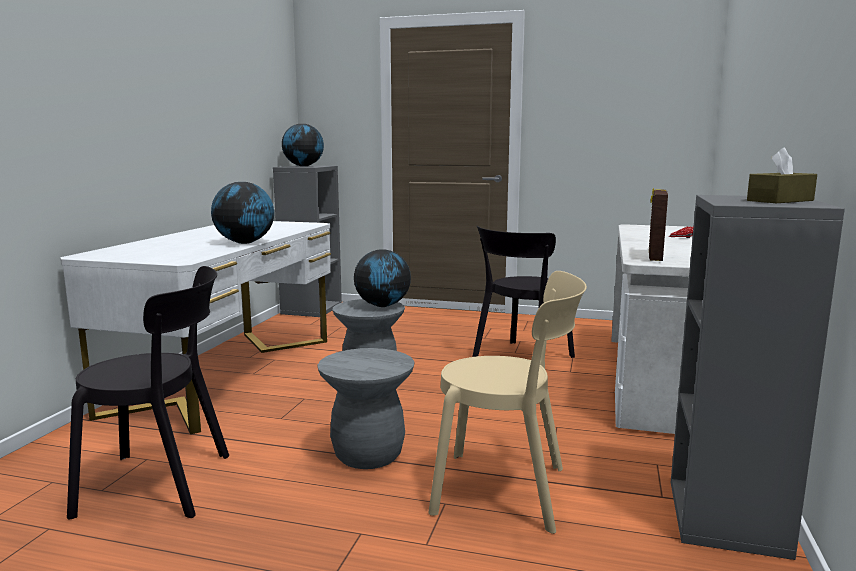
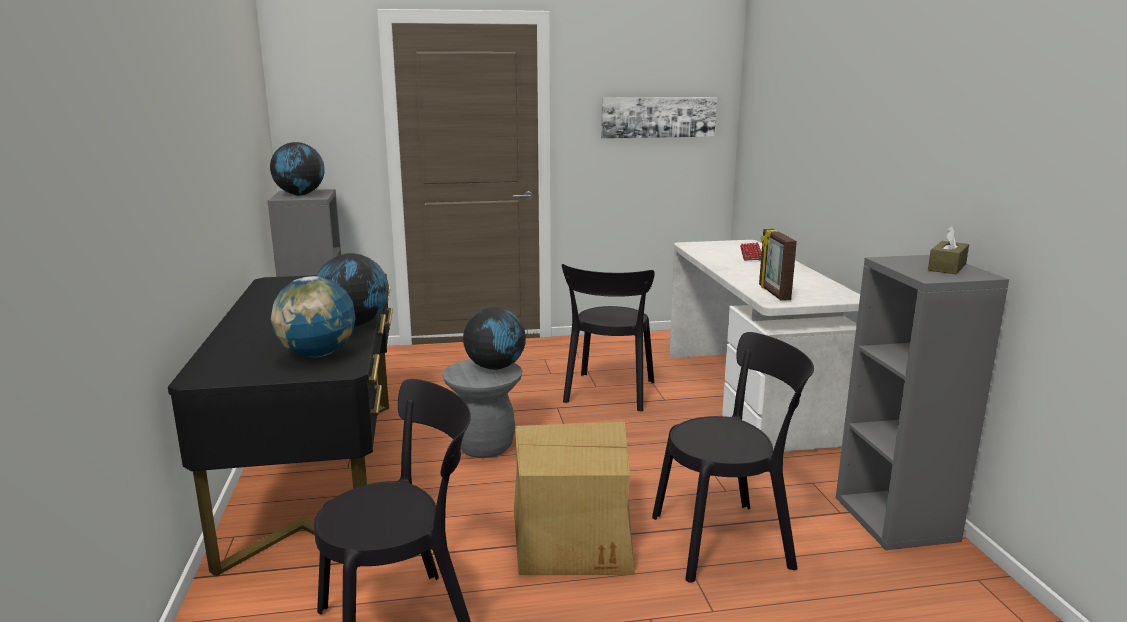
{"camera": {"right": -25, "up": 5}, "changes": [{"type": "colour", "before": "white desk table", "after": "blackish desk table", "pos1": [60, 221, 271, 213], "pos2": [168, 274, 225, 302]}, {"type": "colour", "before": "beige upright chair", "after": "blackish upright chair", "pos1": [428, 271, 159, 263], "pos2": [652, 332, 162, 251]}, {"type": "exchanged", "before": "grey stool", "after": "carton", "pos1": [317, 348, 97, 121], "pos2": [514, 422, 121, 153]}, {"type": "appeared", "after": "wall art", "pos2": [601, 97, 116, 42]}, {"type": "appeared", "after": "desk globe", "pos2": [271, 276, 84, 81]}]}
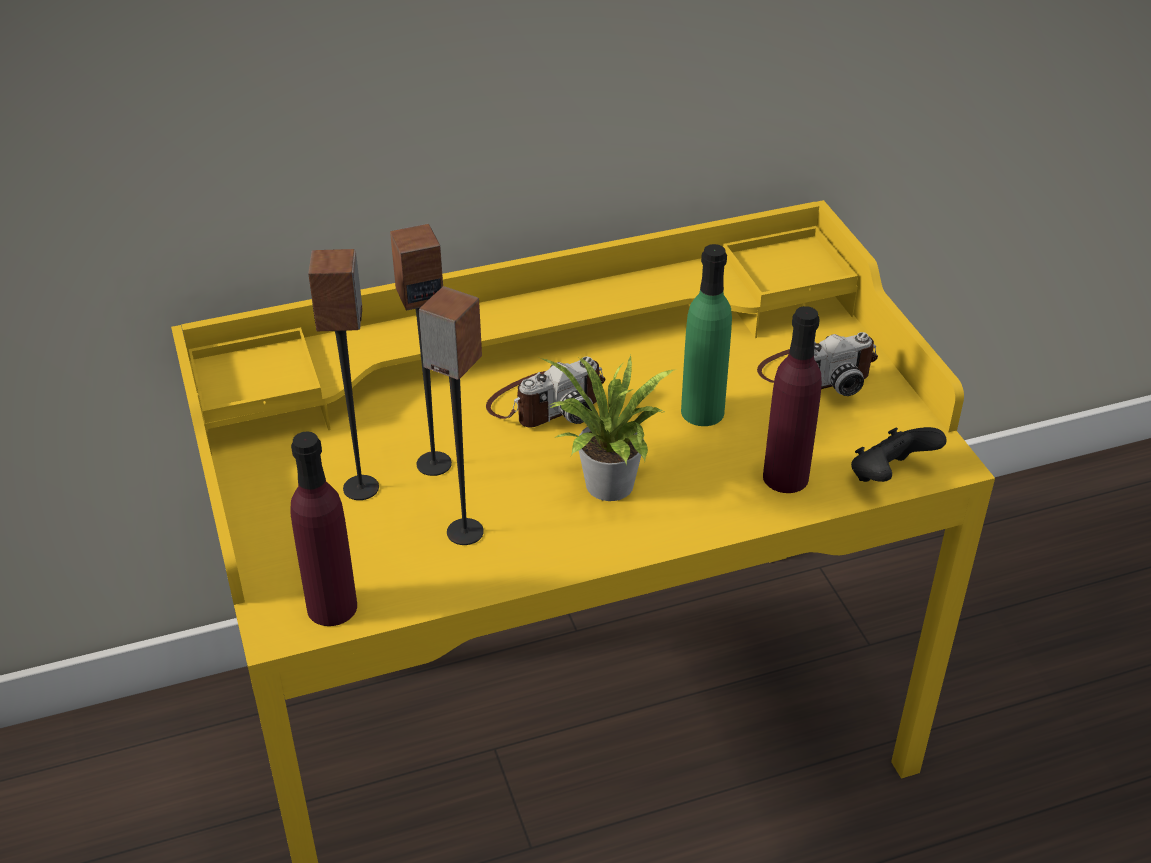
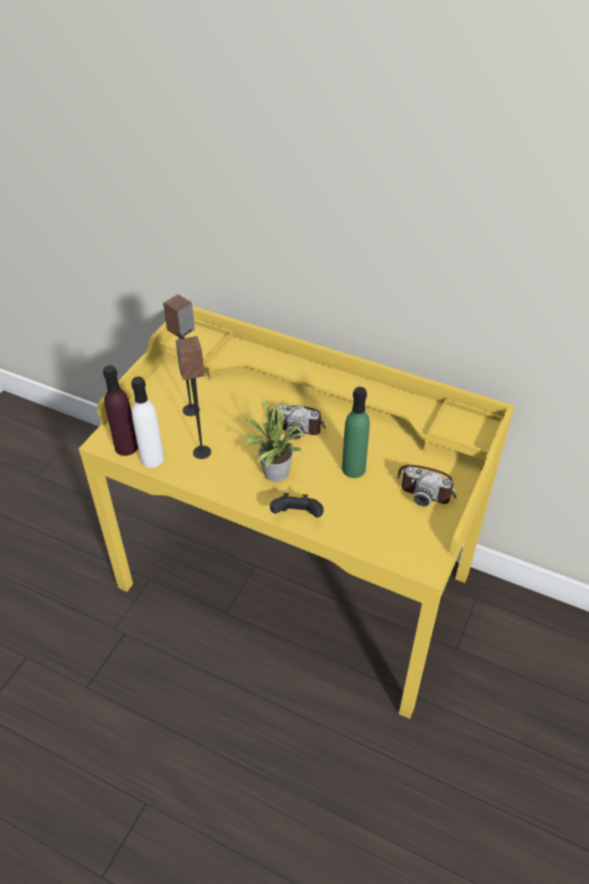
{"camera": {"right": 45, "up": 5}, "changes": [{"type": "missing", "before": "speaker", "pos1": [390, 223, 62, 253]}, {"type": "missing", "before": "purple drink bottle", "pos1": [763, 306, 59, 187]}, {"type": "relocated", "before": "blackish gamepad", "pos1": [851, 427, 96, 55], "pos2": [270, 493, 54, 25]}, {"type": "appeared", "after": "white drink bottle", "pos2": [131, 377, 33, 91]}]}
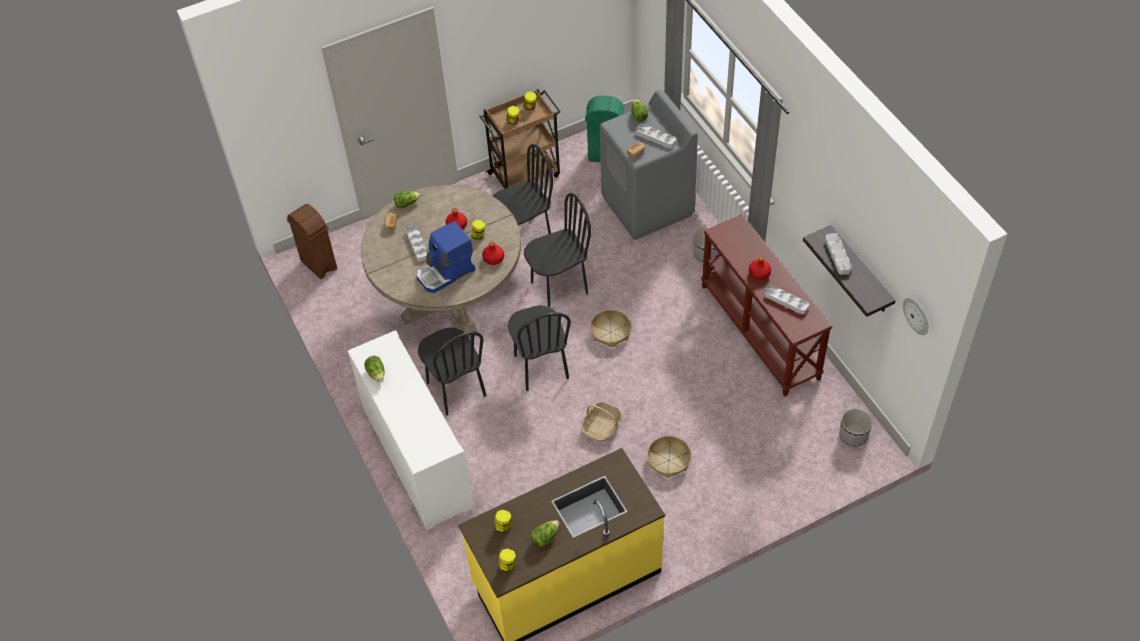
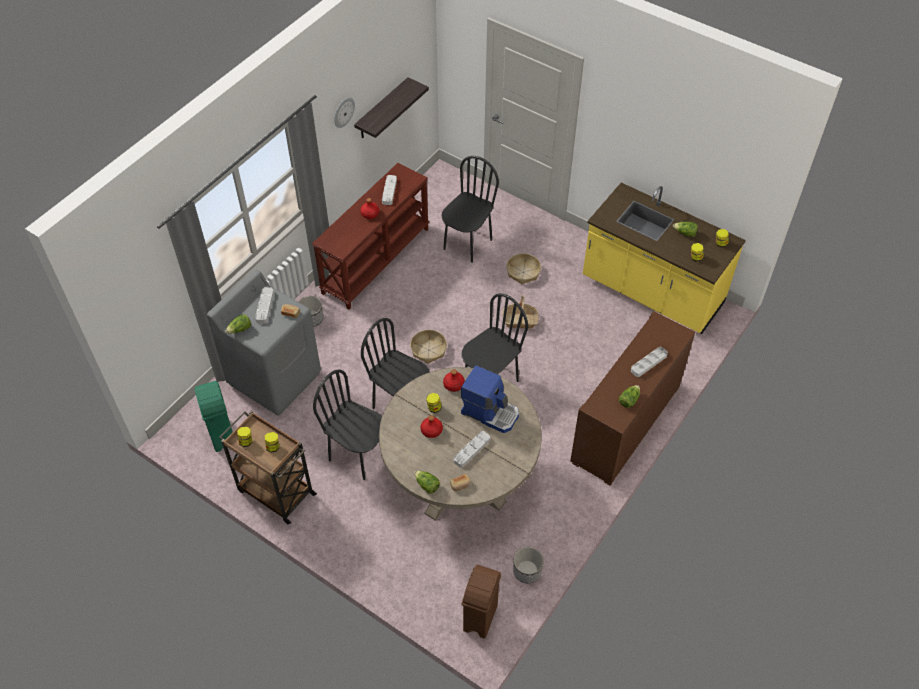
{"camera": {"right": -120, "up": 0}, "changes": [{"type": "relocated", "before": "grey serving tray", "pos1": [825, 233, 27, 42], "pos2": [631, 347, 37, 30]}, {"type": "relocated", "before": "wall clock", "pos1": [903, 298, 26, 37], "pos2": [334, 98, 21, 30]}, {"type": "relocated", "before": "blackish upright chair", "pos1": [418, 328, 68, 88], "pos2": [441, 156, 58, 107]}, {"type": "colour", "before": "white cupboard", "after": "brown cupboard", "pos1": [348, 330, 126, 200], "pos2": [570, 311, 125, 175]}, {"type": "relocated", "before": "flower pot", "pos1": [839, 408, 34, 38], "pos2": [513, 547, 31, 36]}]}
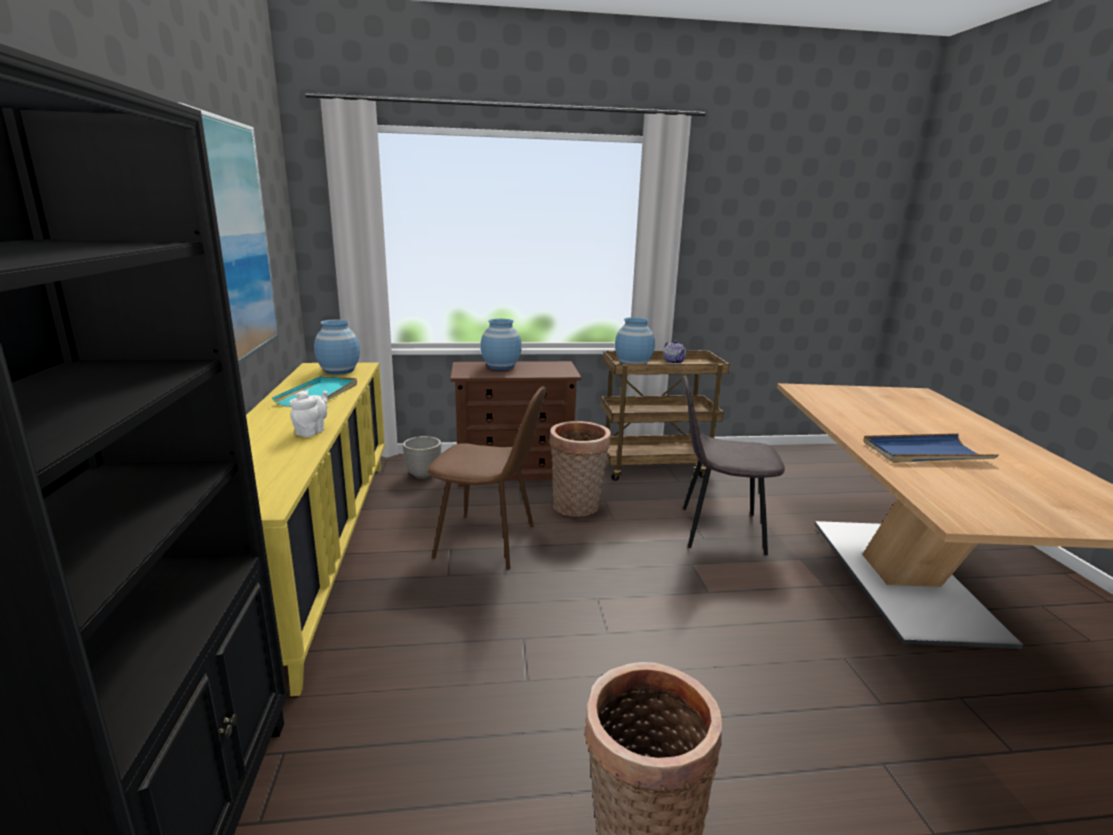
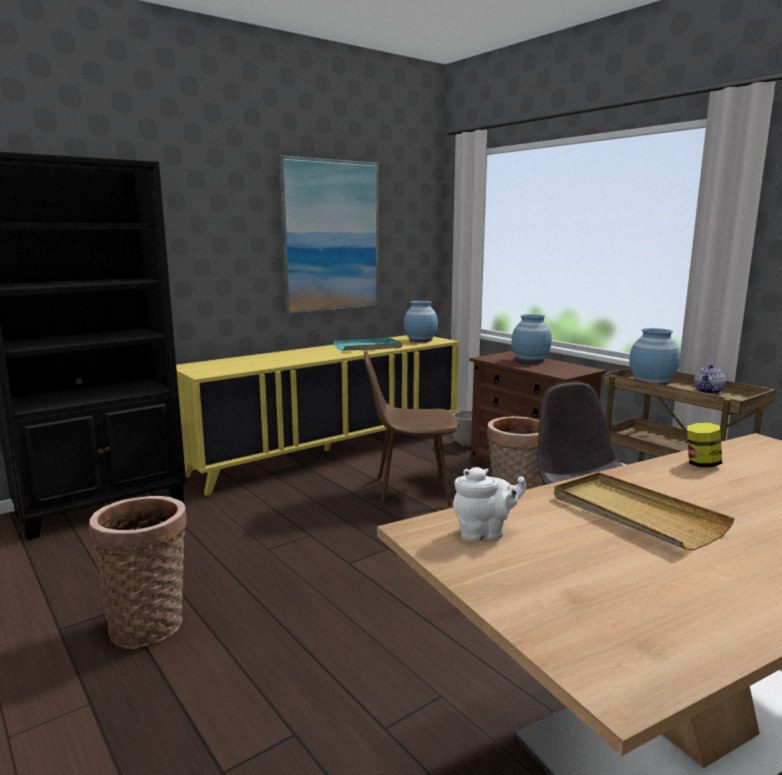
{"camera": {"right": 60, "up": -5}, "changes": [{"type": "spun", "before": "brown upright chair", "pos1": [428, 386, 118, 184], "pos2": [364, 350, 95, 158], "turn": 105}, {"type": "relocated", "before": "white pot for tea", "pos1": [289, 390, 39, 47], "pos2": [453, 467, 73, 75]}, {"type": "colour", "before": "blue serving tray", "after": "beige serving tray", "pos1": [863, 433, 135, 30], "pos2": [554, 472, 181, 79]}, {"type": "appeared", "after": "storage jar", "pos2": [687, 423, 35, 44]}]}
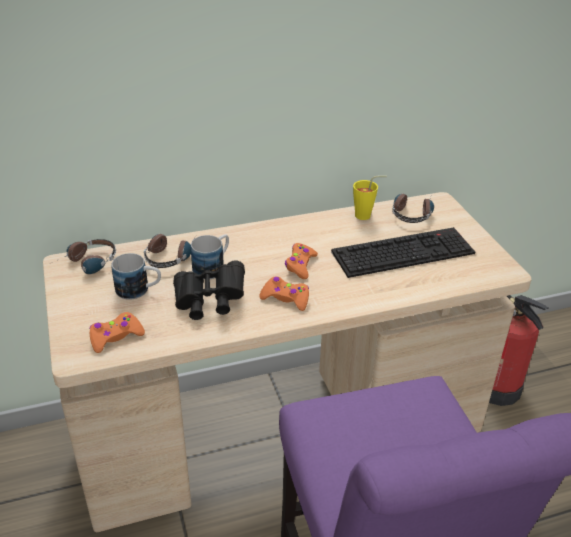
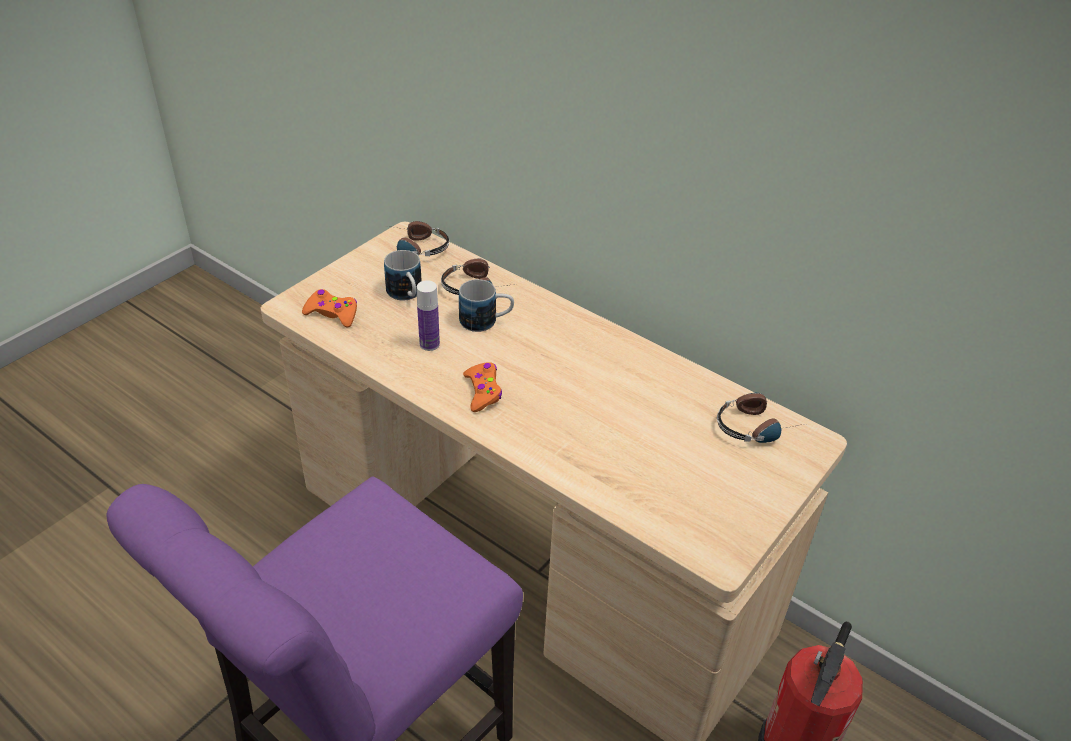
{"camera": {"right": 55, "up": 5}, "changes": [{"type": "missing", "before": "yellow cup", "pos1": [353, 175, 34, 45]}, {"type": "missing", "before": "keyboard", "pos1": [331, 227, 144, 51]}, {"type": "missing", "before": "orangey gamepad", "pos1": [285, 243, 33, 36]}, {"type": "exchanged", "before": "blackish binoculars", "after": "drink bottle", "pos1": [173, 260, 72, 60], "pos2": [417, 280, 23, 71]}]}
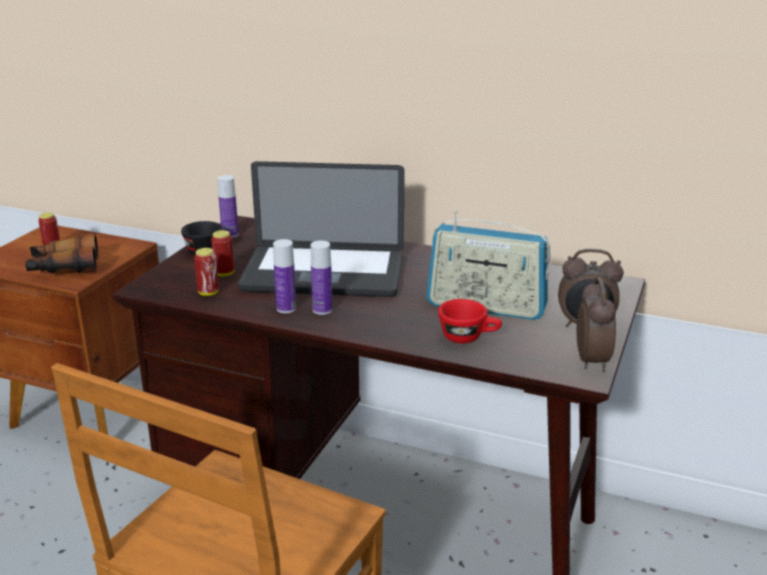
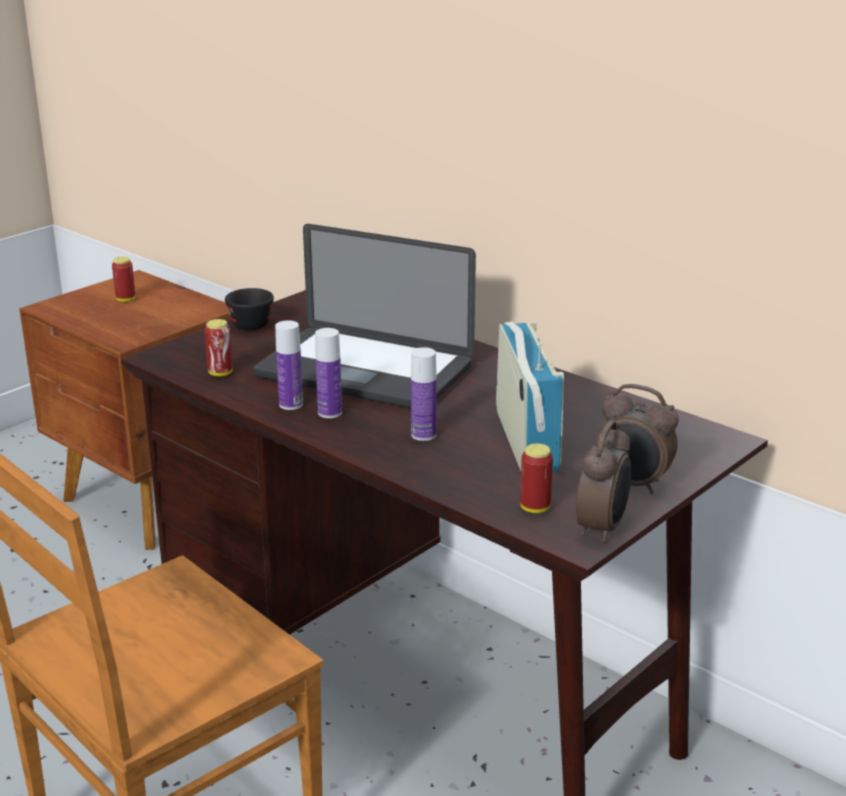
{"camera": {"right": 20, "up": 0}, "changes": [{"type": "relocated", "before": "drink bottle", "pos1": [217, 175, 22, 63], "pos2": [411, 347, 26, 94]}, {"type": "spun", "before": "radio set", "pos1": [426, 211, 125, 109], "pos2": [496, 321, 68, 152], "turn": -135}, {"type": "relocated", "before": "sealed can", "pos1": [211, 230, 23, 47], "pos2": [520, 443, 33, 70]}, {"type": "missing", "before": "binoculars", "pos1": [25, 234, 73, 39]}, {"type": "missing", "before": "reddish cup", "pos1": [438, 299, 64, 44]}]}
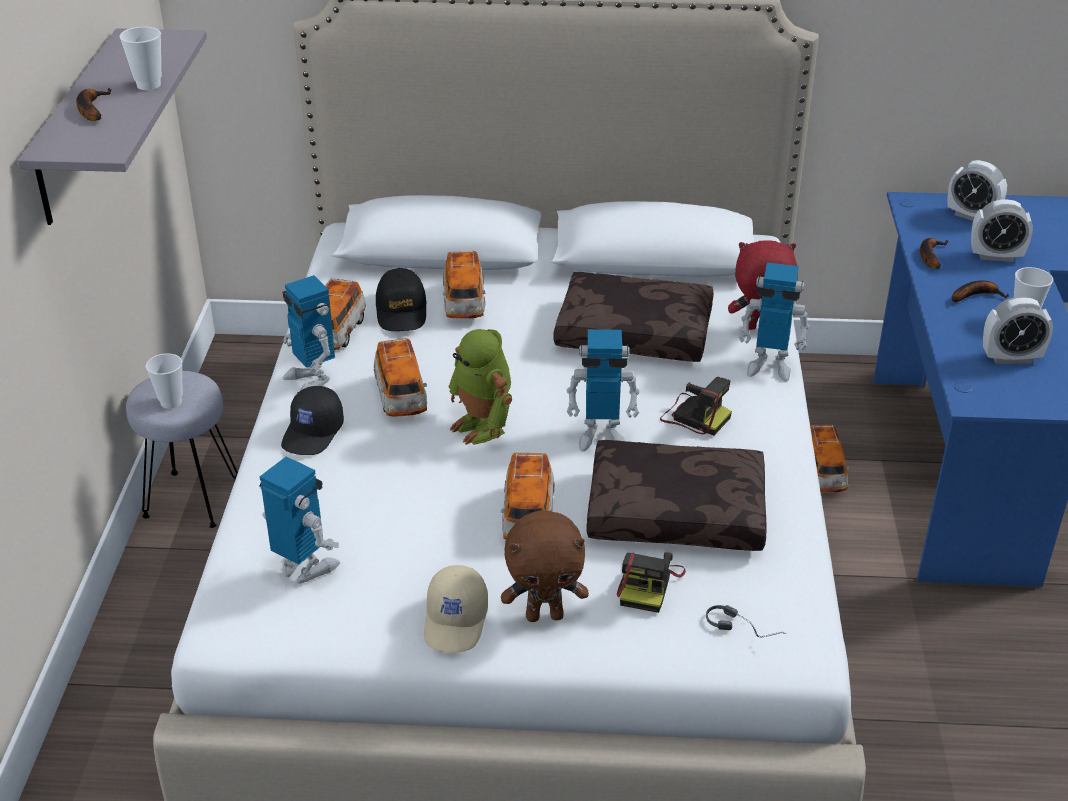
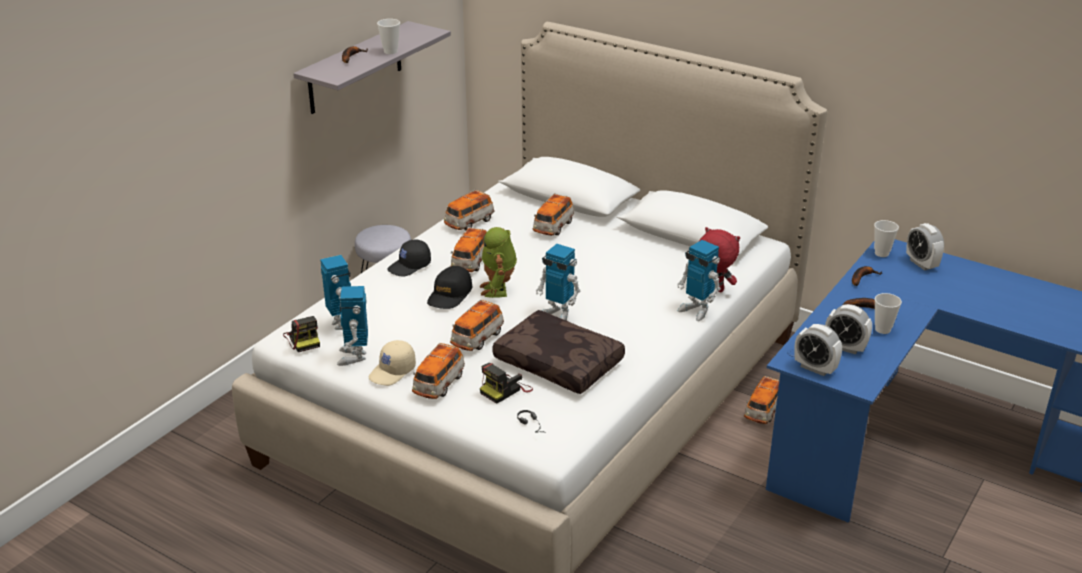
{"camera": {"right": 30, "up": -5}, "changes": [{"type": "relocated", "before": "alarm clock", "pos1": [971, 199, 62, 63], "pos2": [794, 324, 48, 52]}, {"type": "relocated", "before": "blackish cap", "pos1": [376, 268, 51, 63], "pos2": [427, 266, 45, 43]}, {"type": "missing", "before": "brown throw pillow", "pos1": [553, 272, 161, 90]}, {"type": "relocated", "before": "robot figure", "pos1": [282, 275, 53, 116], "pos2": [337, 286, 31, 80]}, {"type": "relocated", "before": "cup", "pos1": [146, 353, 37, 56], "pos2": [874, 220, 25, 37]}, {"type": "relocated", "before": "still camera", "pos1": [660, 377, 72, 59], "pos2": [283, 316, 37, 36]}, {"type": "exchanged", "before": "brown cuddly toy", "after": "miniature car", "pos1": [501, 510, 88, 112], "pos2": [412, 343, 53, 56]}]}
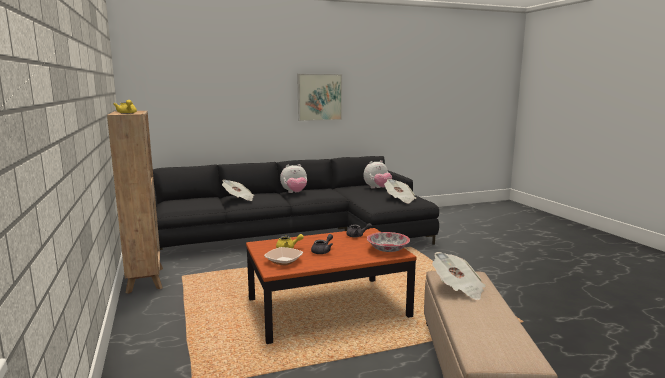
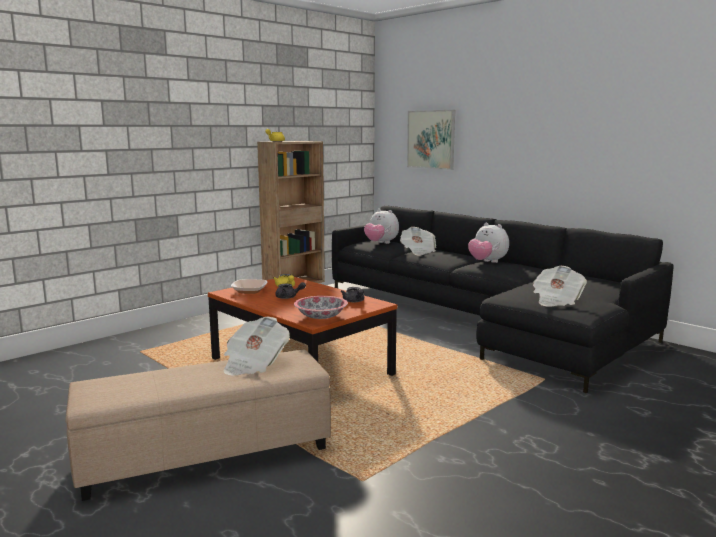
{"camera": {"right": 65, "up": 0}, "changes": [{"type": "relocated", "before": "wall art", "pos1": [297, 74, 45, 47], "pos2": [407, 110, 48, 60]}, {"type": "relocated", "before": "cuddly toy", "pos1": [364, 160, 28, 29], "pos2": [364, 209, 35, 35]}]}
